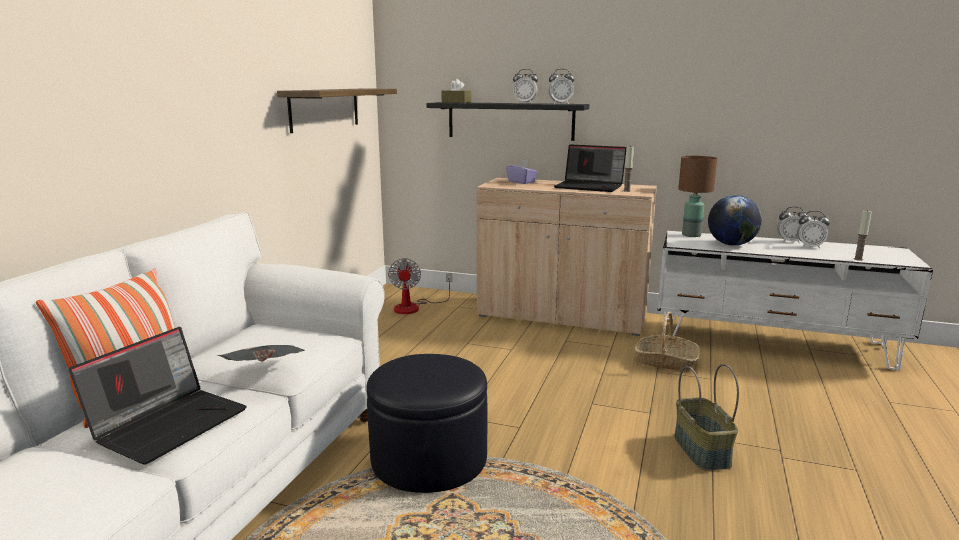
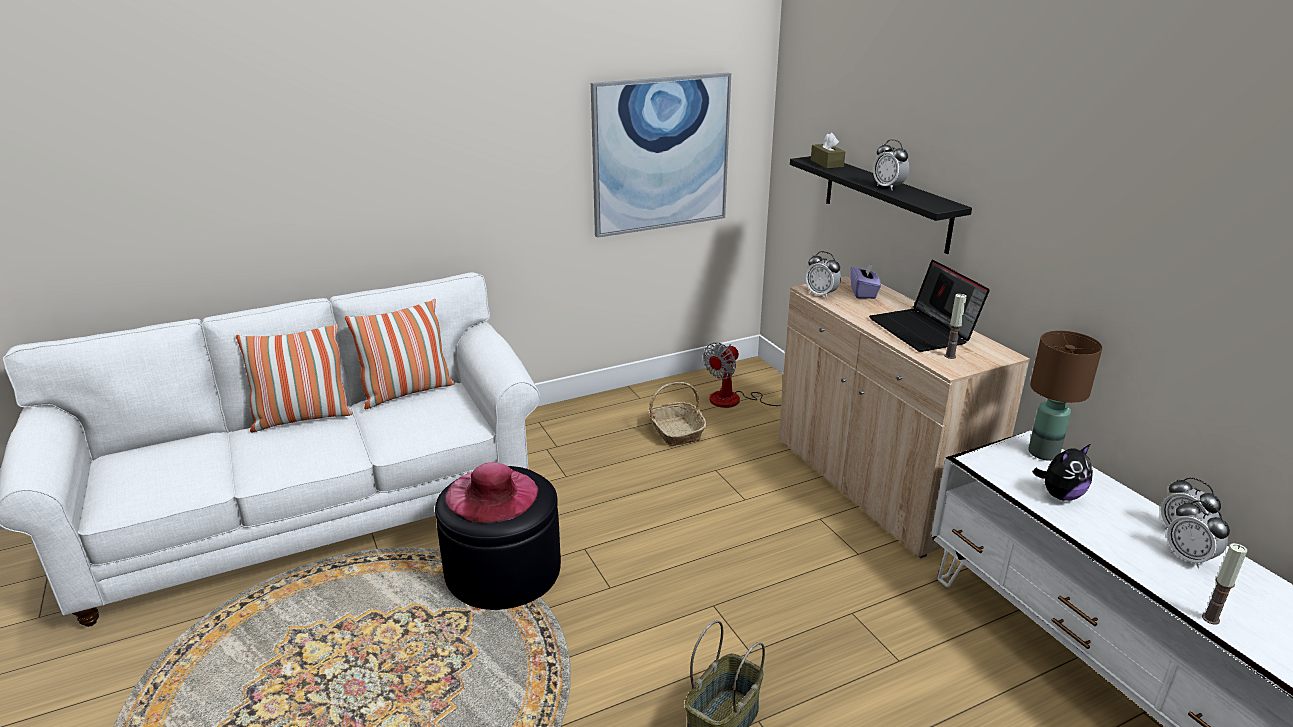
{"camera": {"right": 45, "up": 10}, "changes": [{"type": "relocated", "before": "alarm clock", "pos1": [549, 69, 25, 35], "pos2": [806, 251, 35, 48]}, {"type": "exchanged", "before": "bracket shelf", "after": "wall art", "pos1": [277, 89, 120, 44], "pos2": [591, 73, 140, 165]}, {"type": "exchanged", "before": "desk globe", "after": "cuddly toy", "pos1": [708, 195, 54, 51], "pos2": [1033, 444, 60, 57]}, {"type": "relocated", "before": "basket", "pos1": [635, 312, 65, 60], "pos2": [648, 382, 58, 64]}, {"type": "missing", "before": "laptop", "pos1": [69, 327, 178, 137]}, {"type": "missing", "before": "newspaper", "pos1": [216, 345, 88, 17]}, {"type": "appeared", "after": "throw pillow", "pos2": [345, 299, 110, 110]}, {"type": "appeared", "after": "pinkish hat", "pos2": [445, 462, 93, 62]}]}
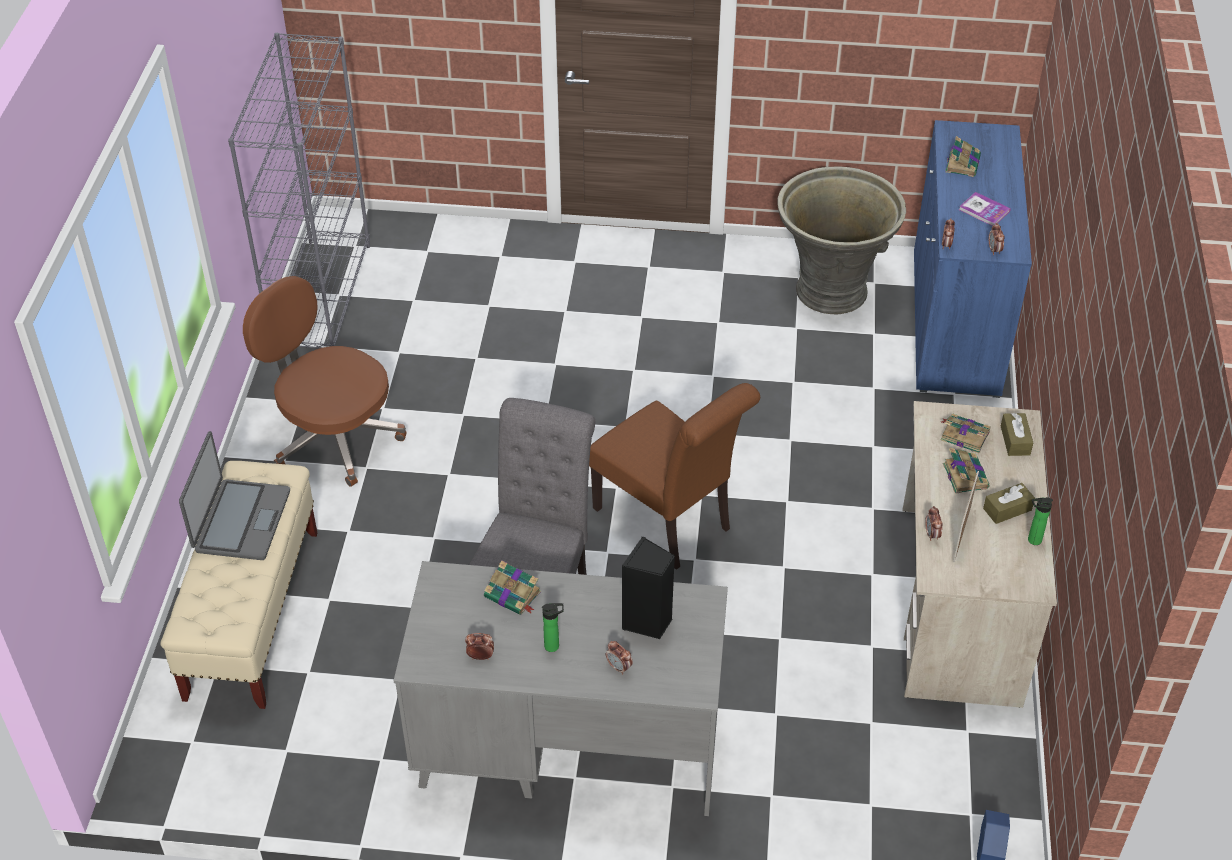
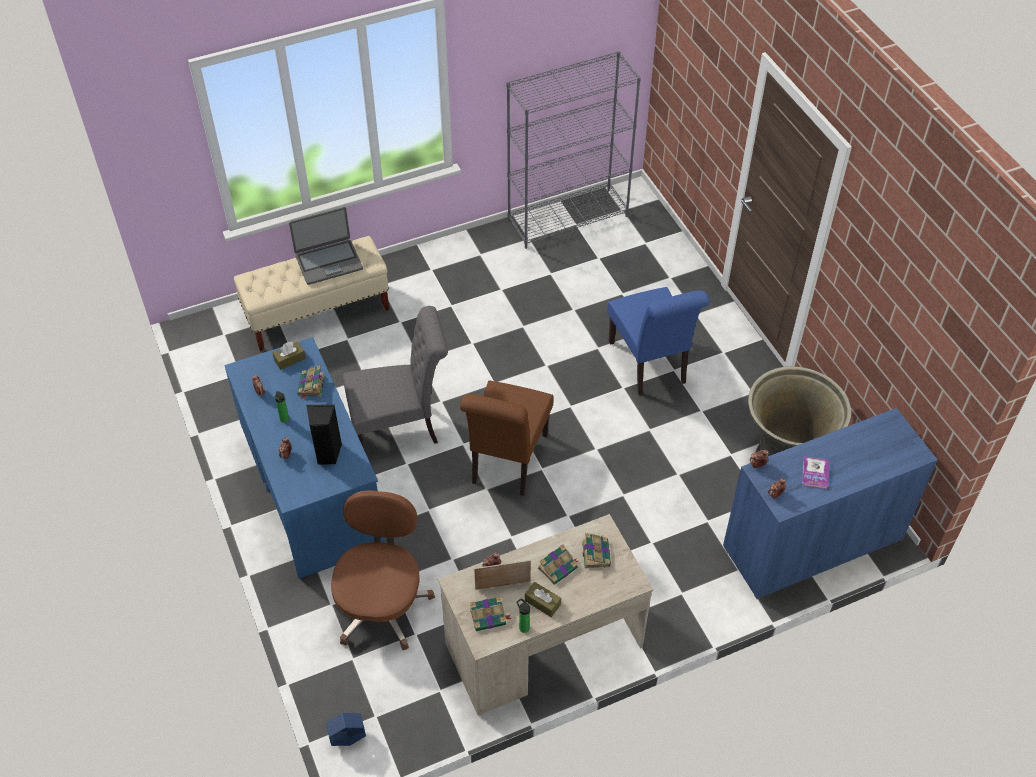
{"camera": {"right": 60, "up": 5}, "changes": [{"type": "relocated", "before": "bound book", "pos1": [945, 136, 36, 41], "pos2": [470, 596, 41, 35]}, {"type": "relocated", "before": "brown computer chair", "pos1": [243, 276, 164, 211], "pos2": [331, 491, 104, 159]}, {"type": "relocated", "before": "brown tissue holder", "pos1": [1001, 413, 32, 43], "pos2": [273, 341, 33, 29]}, {"type": "colour", "before": "grey desk table", "after": "blue desk table", "pos1": [393, 561, 335, 255], "pos2": [224, 337, 161, 242]}, {"type": "appeared", "after": "blue upright chair", "pos2": [607, 287, 102, 109]}]}
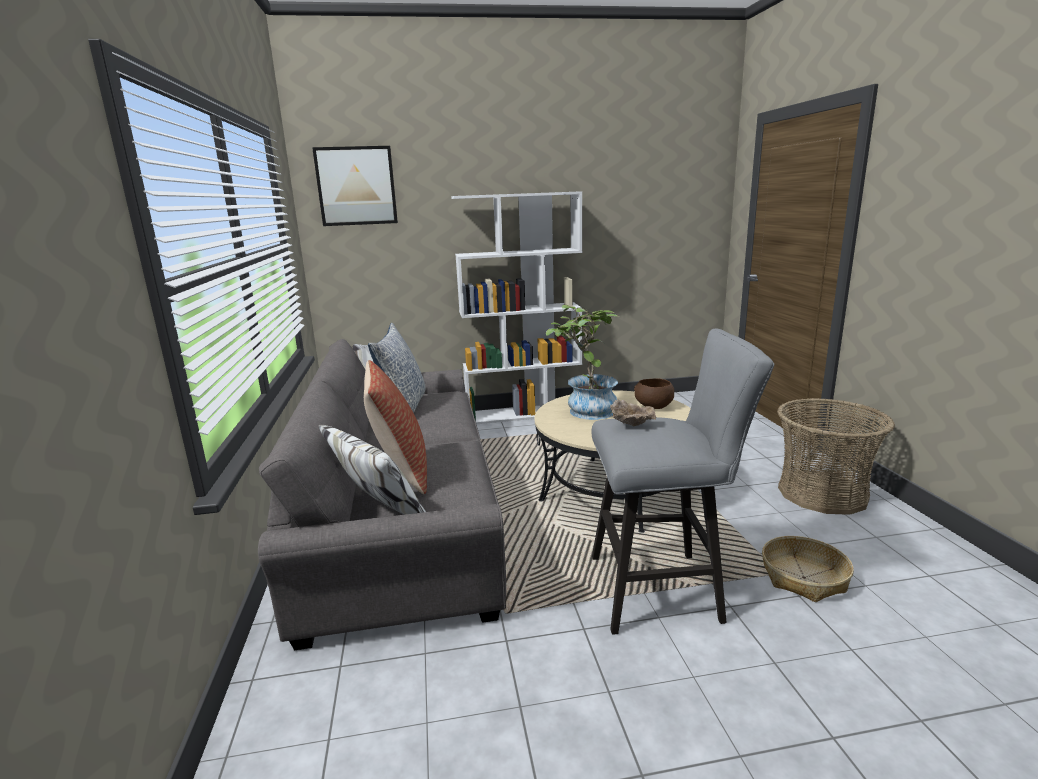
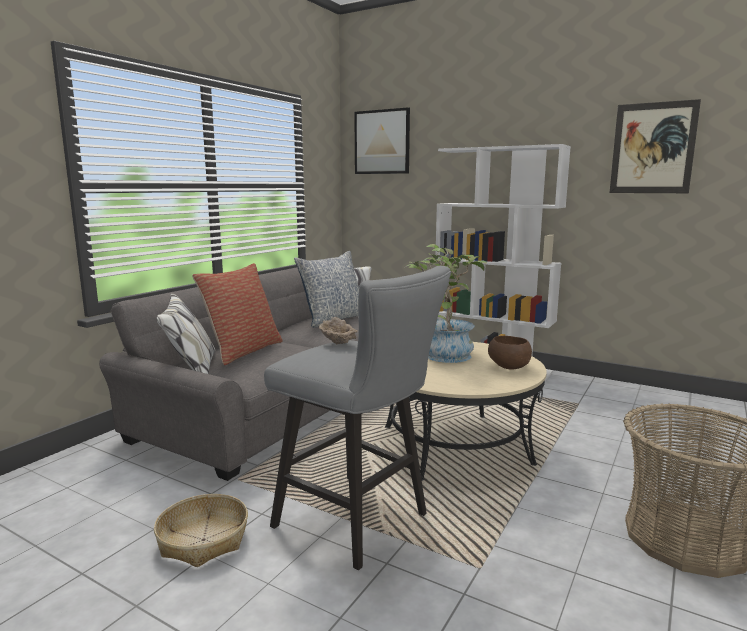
{"camera": {"right": 40, "up": -5}, "changes": [{"type": "relocated", "before": "basket", "pos1": [762, 536, 92, 66], "pos2": [154, 494, 94, 73]}, {"type": "appeared", "after": "wall art", "pos2": [610, 99, 91, 94]}]}
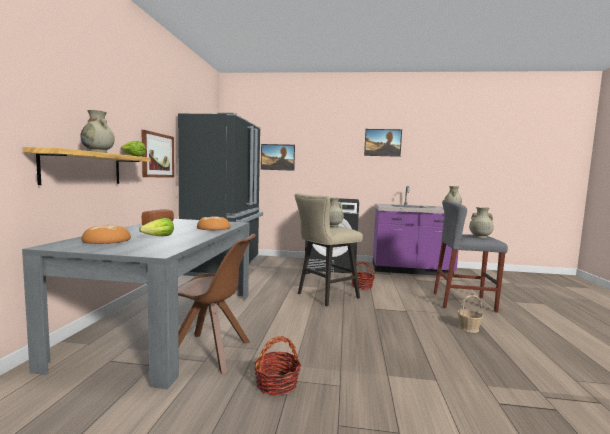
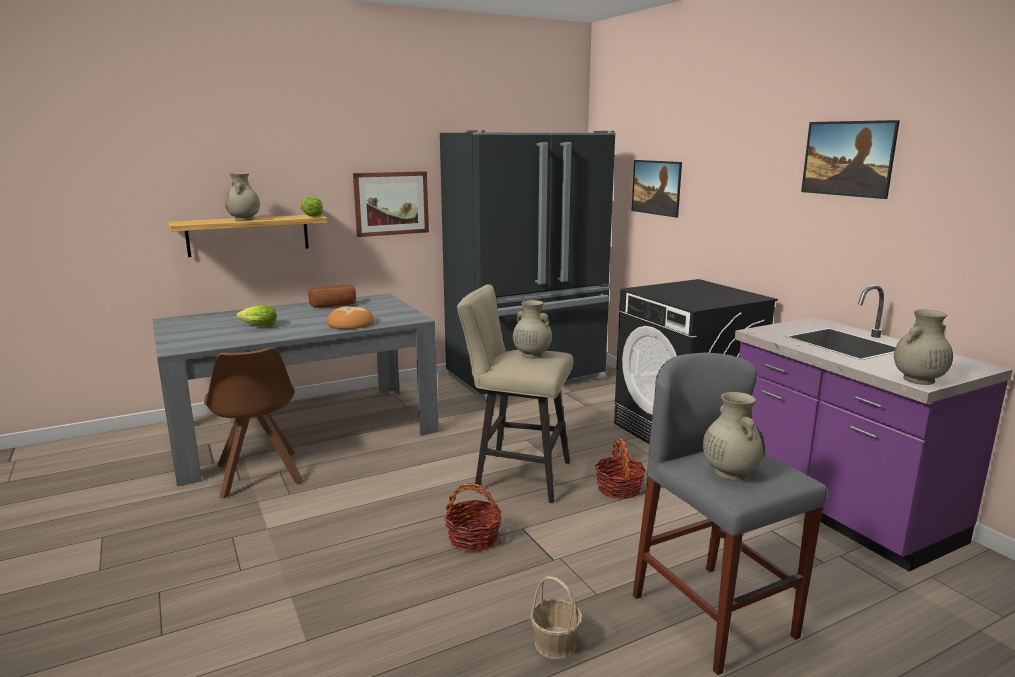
{"camera": {"right": 55, "up": 10}, "changes": [{"type": "missing", "before": "bread", "pos1": [81, 225, 50, 19]}, {"type": "relocated", "before": "basket", "pos1": [254, 336, 47, 60], "pos2": [444, 483, 58, 68]}]}
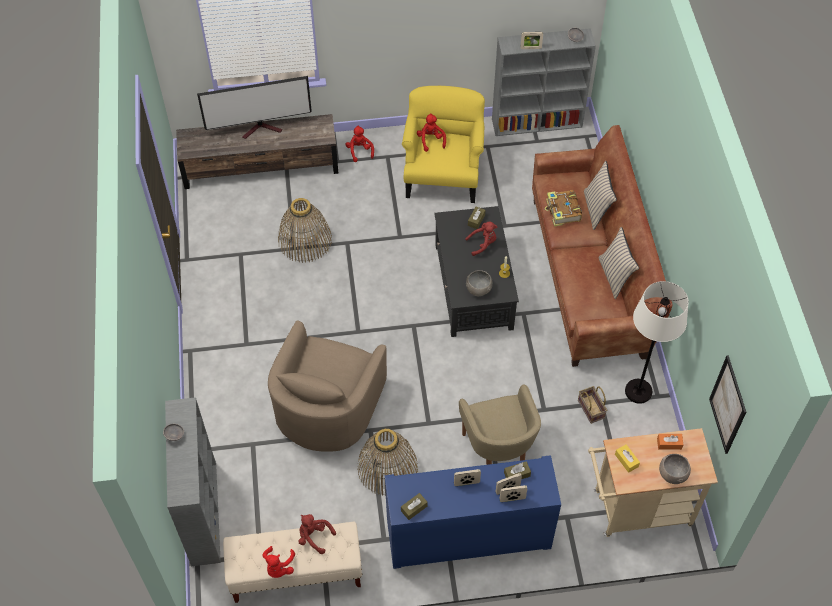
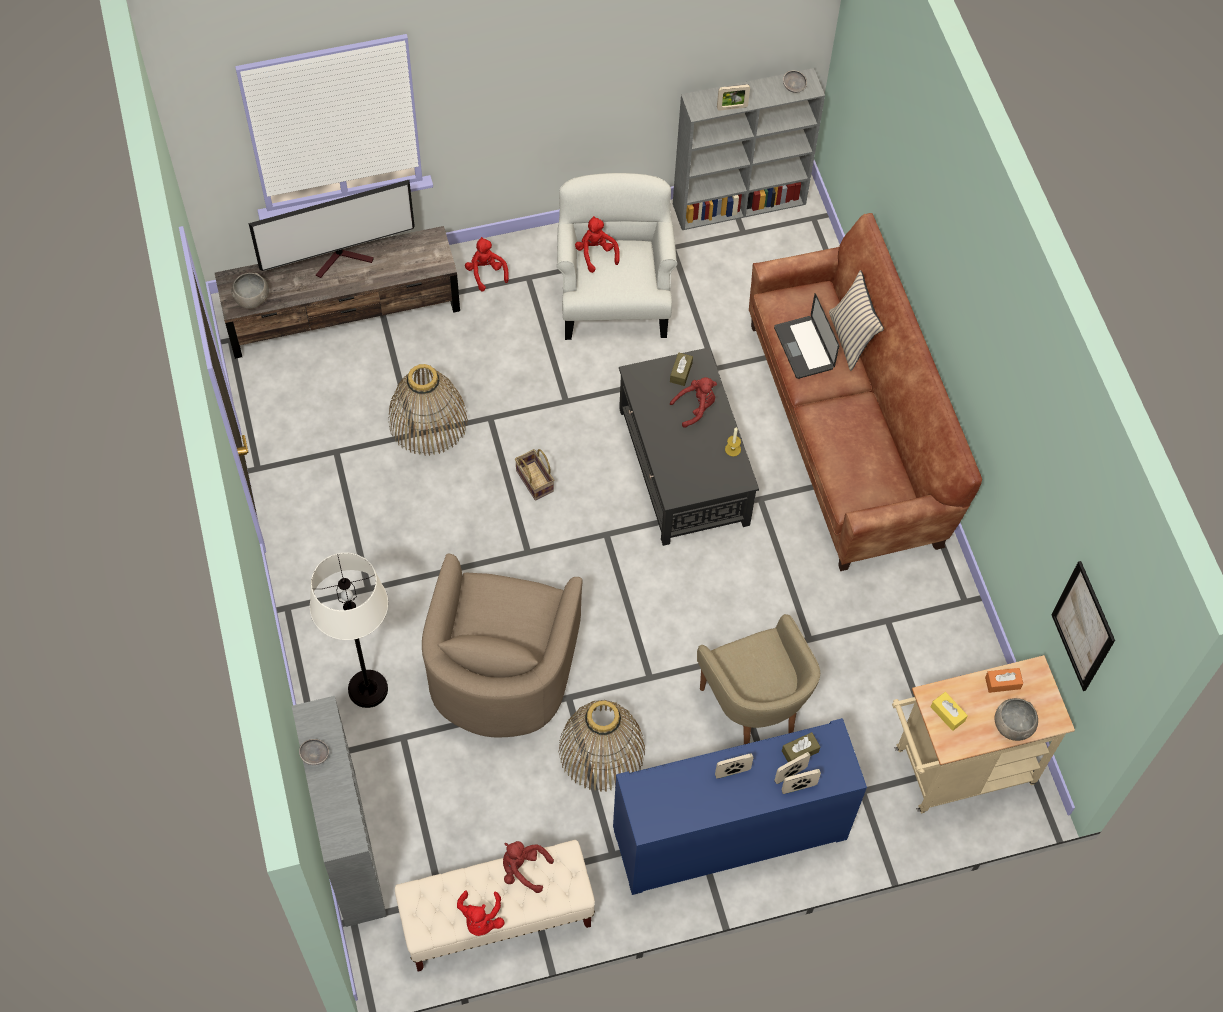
{"camera": {"right": -10, "up": 5}, "changes": [{"type": "colour", "before": "yellow easy chair", "after": "white easy chair", "pos1": [402, 86, 83, 117], "pos2": [556, 173, 121, 167]}, {"type": "exchanged", "before": "bound book", "after": "laptop", "pos1": [545, 190, 37, 36], "pos2": [774, 294, 65, 85]}, {"type": "missing", "before": "beige throw pillow", "pos1": [599, 227, 40, 72]}, {"type": "relocated", "before": "grey serving bowl", "pos1": [466, 270, 27, 26], "pos2": [232, 273, 37, 36]}, {"type": "relocated", "before": "white standard lamp", "pos1": [625, 281, 64, 123], "pos2": [310, 553, 78, 155]}, {"type": "relocated", "before": "basket", "pos1": [578, 386, 29, 38], "pos2": [515, 449, 39, 52]}, {"type": "missing", "before": "brown tissue holder", "pos1": [401, 493, 27, 27]}]}
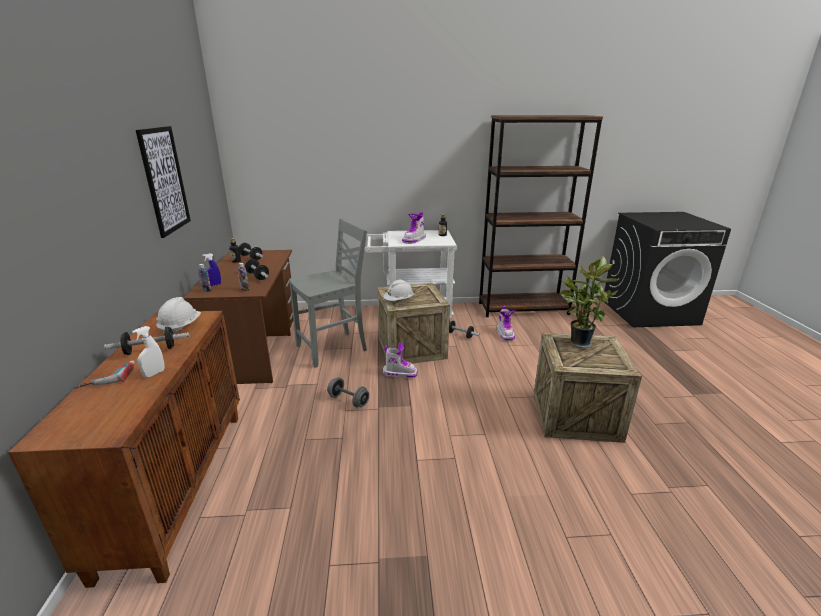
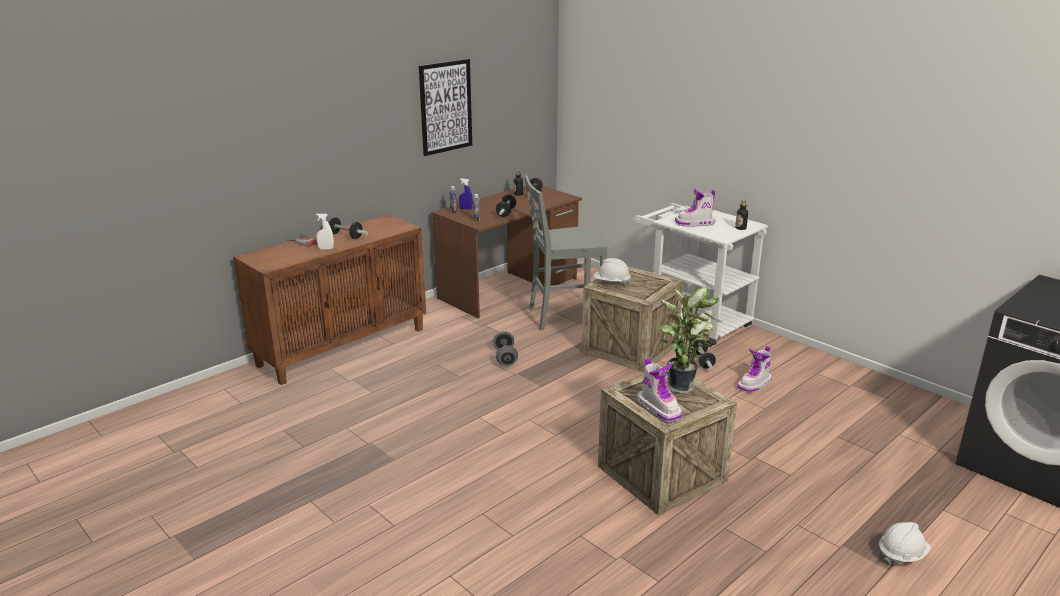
{"camera": {"right": 50, "up": 0}, "changes": [{"type": "missing", "before": "brown bookshelf", "pos1": [479, 115, 124, 202]}, {"type": "spun", "before": "grey upright chair", "pos1": [289, 219, 78, 149], "pos2": [524, 174, 83, 156], "turn": 150}, {"type": "relocated", "before": "white work helmet", "pos1": [156, 297, 45, 39], "pos2": [879, 522, 52, 43]}, {"type": "relocated", "before": "tall boot", "pos1": [383, 343, 35, 35], "pos2": [637, 358, 45, 64]}]}
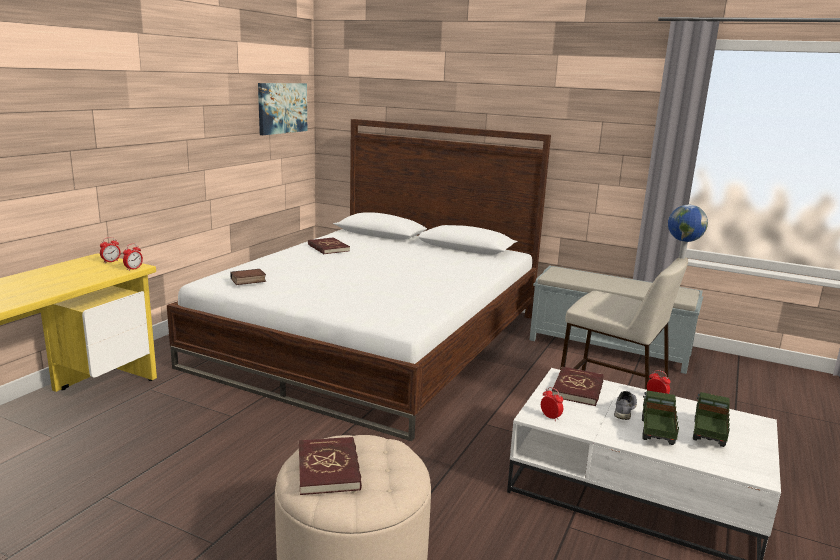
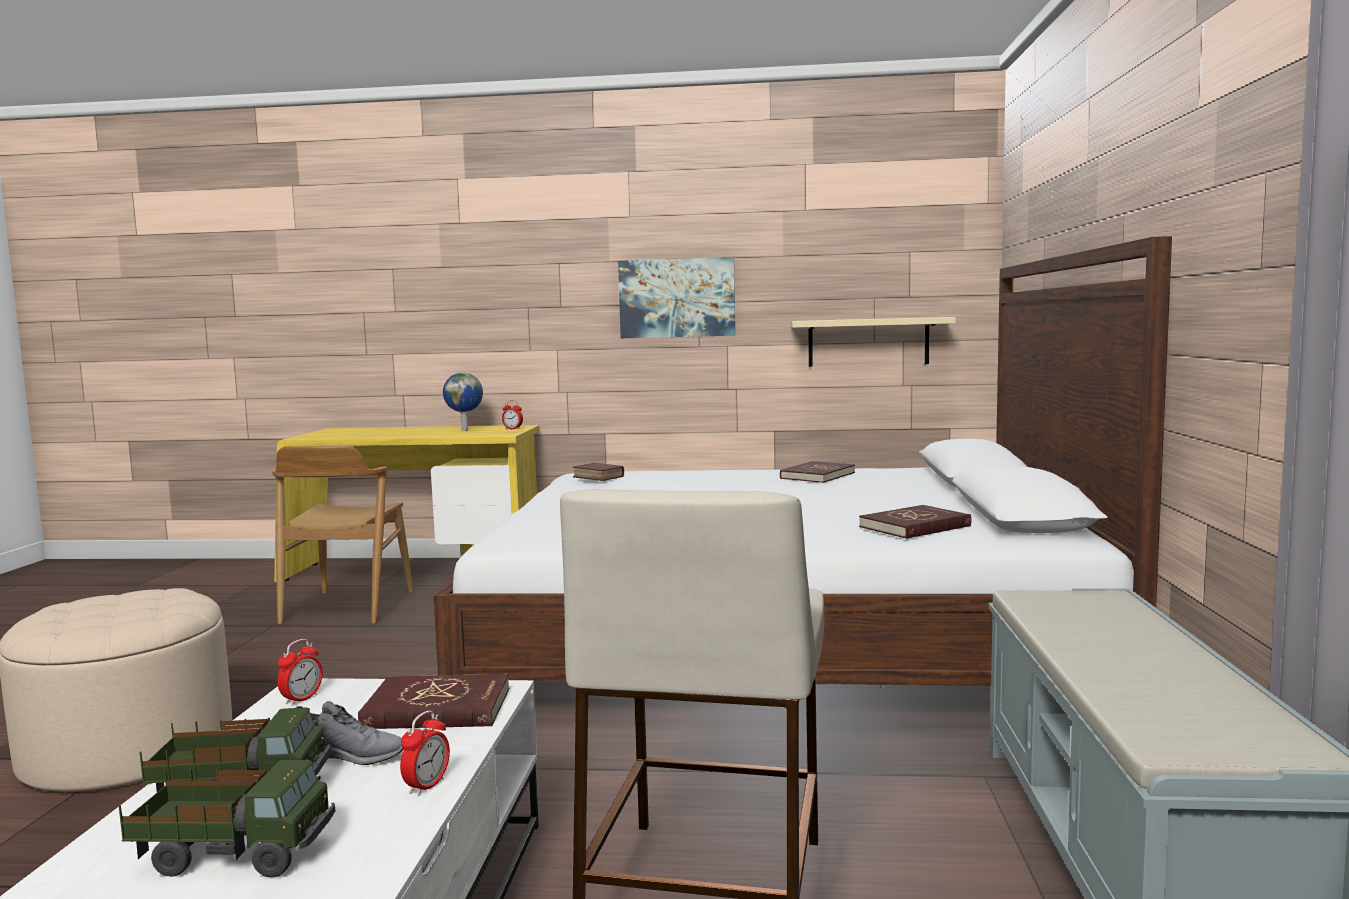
{"camera": {"right": 70, "up": -10}, "changes": [{"type": "relocated", "before": "wall art", "pos1": [258, 83, 49, 52], "pos2": [618, 257, 117, 81]}, {"type": "relocated", "before": "desk globe", "pos1": [668, 205, 40, 54], "pos2": [443, 373, 40, 58]}, {"type": "missing", "before": "alarm clock", "pos1": [123, 244, 20, 27]}, {"type": "relocated", "before": "reddish bound book", "pos1": [299, 437, 63, 58], "pos2": [859, 505, 113, 34]}, {"type": "appeared", "after": "beige bracket shelf", "pos2": [791, 317, 165, 50]}, {"type": "appeared", "after": "brown upright chair", "pos2": [272, 445, 141, 179]}]}
